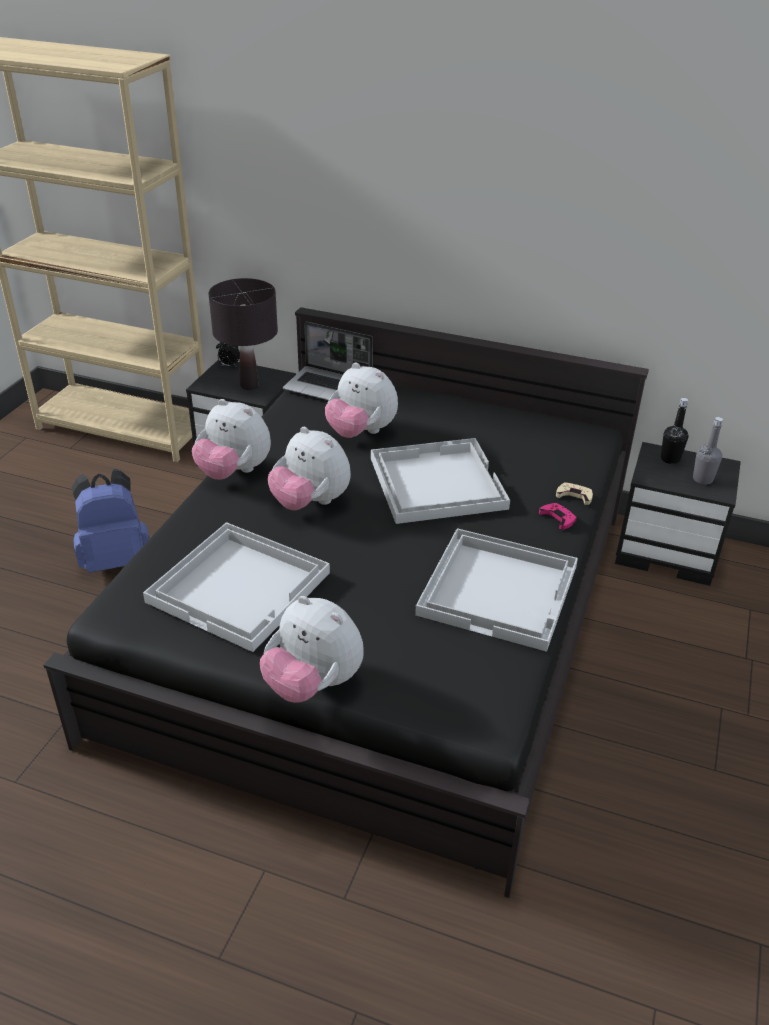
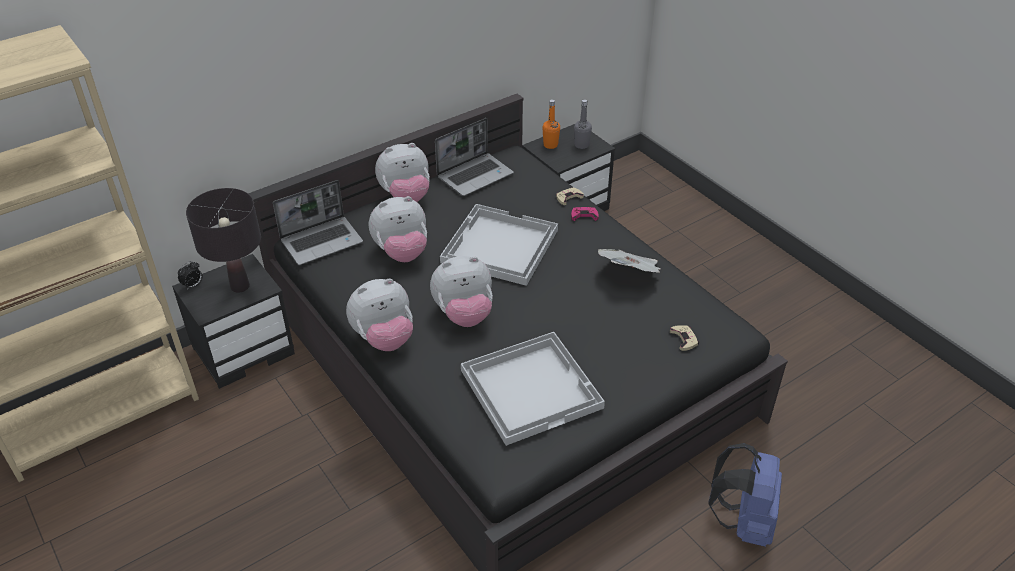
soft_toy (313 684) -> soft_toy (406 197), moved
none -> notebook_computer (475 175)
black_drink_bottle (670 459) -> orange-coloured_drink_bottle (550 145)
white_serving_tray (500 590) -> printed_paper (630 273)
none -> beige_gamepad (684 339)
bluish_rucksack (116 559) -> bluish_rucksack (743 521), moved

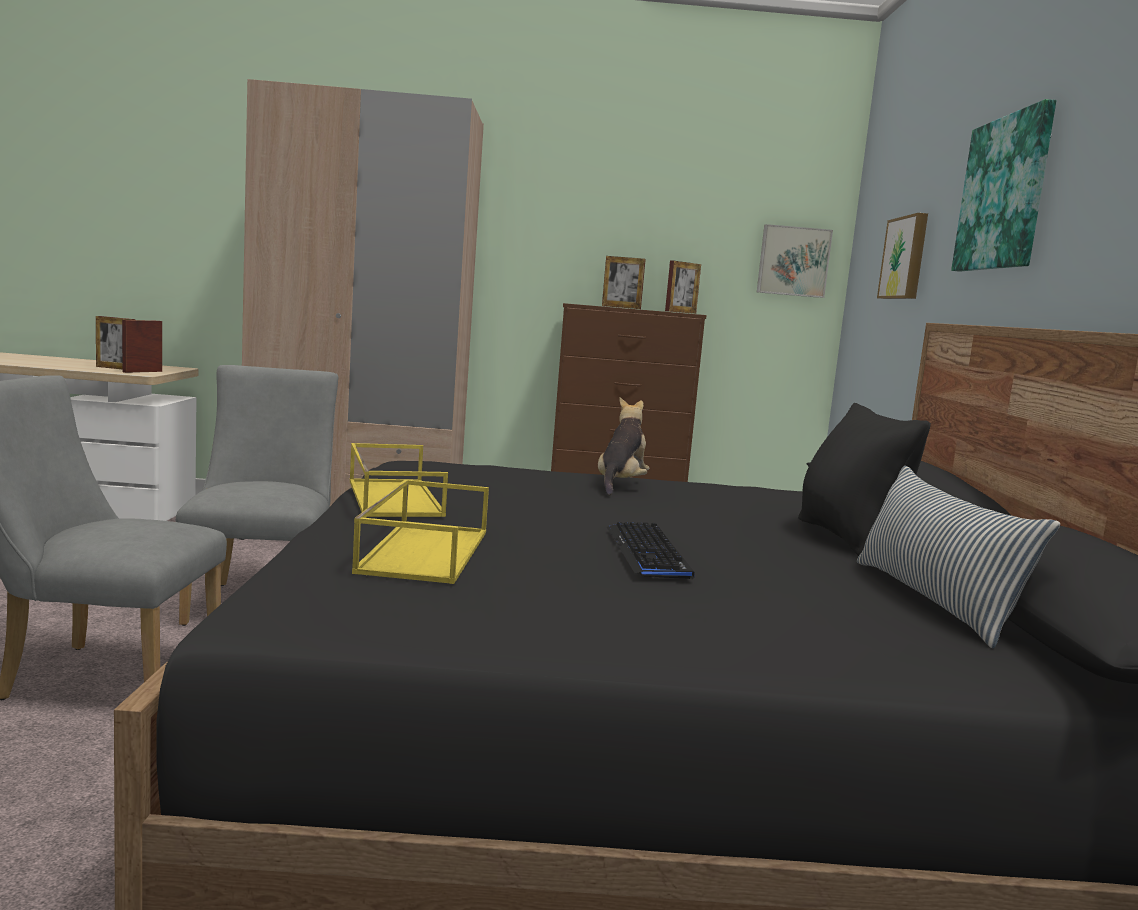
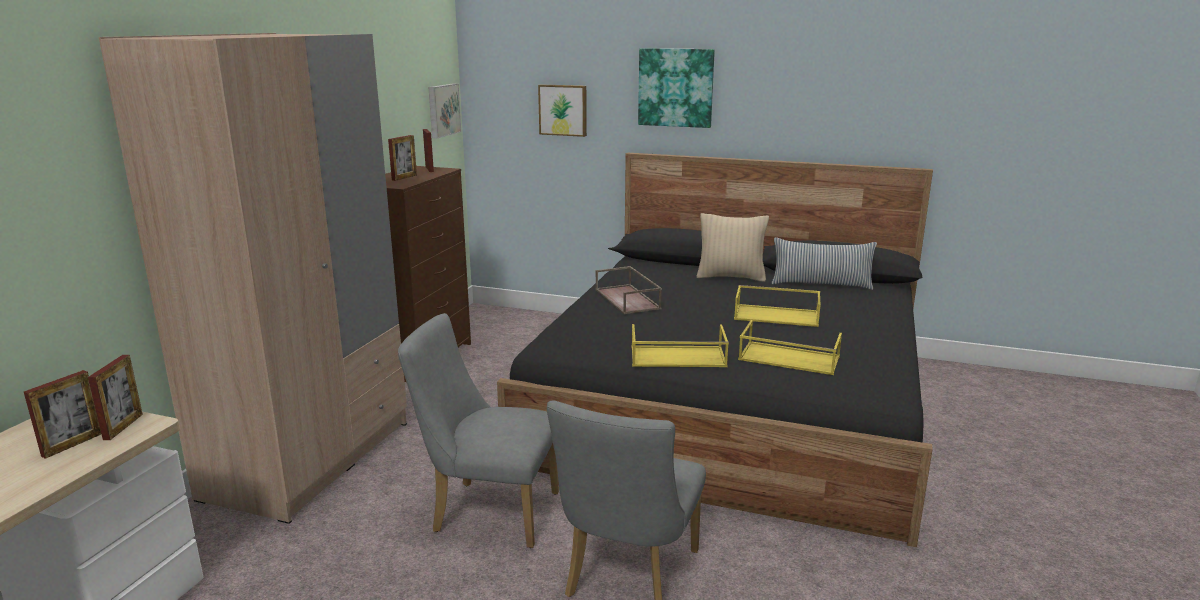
photo_frame (142 371) -> photo_frame (123 426), 135 degrees counterclockwise
soft_toy (620 484) -> brownish_serving_tray (628 299)
black_throw_pillow (847 539) -> beige_throw_pillow (731 277)
keyboard (647 552) -> yellow-coloured_serving_tray (777 315)

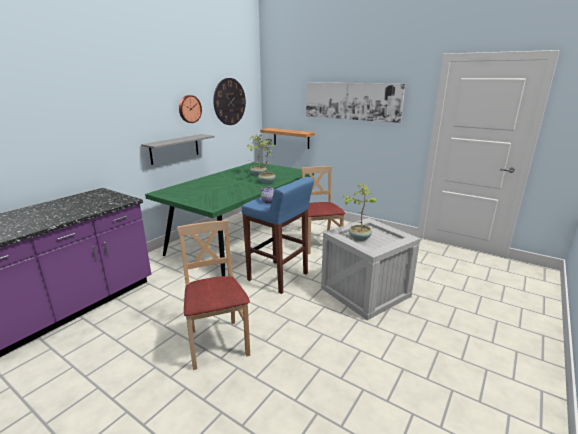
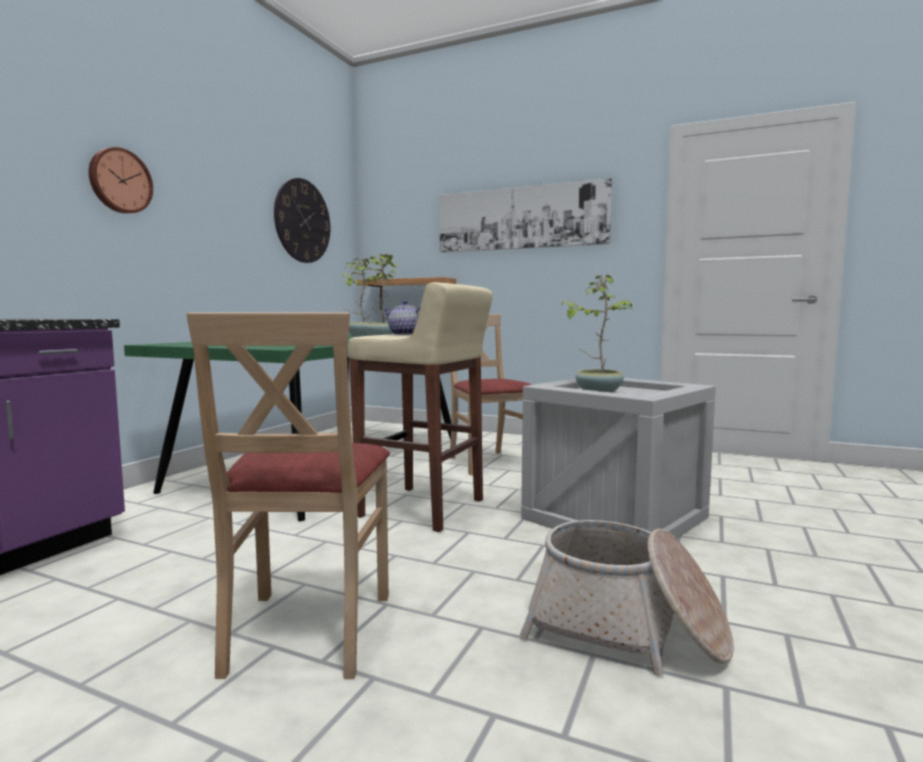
clock_on_the_wall (189 109) -> clock_on_the_wall (119 181), moved
beige_plain_chair (217 343) -> beige_plain_chair (307 631), 150 degrees counterclockwise
bluish_stool (278 277) -> beige_stool (424 509)
none -> basket (626 629)
gray_shelf (174 149) -> none

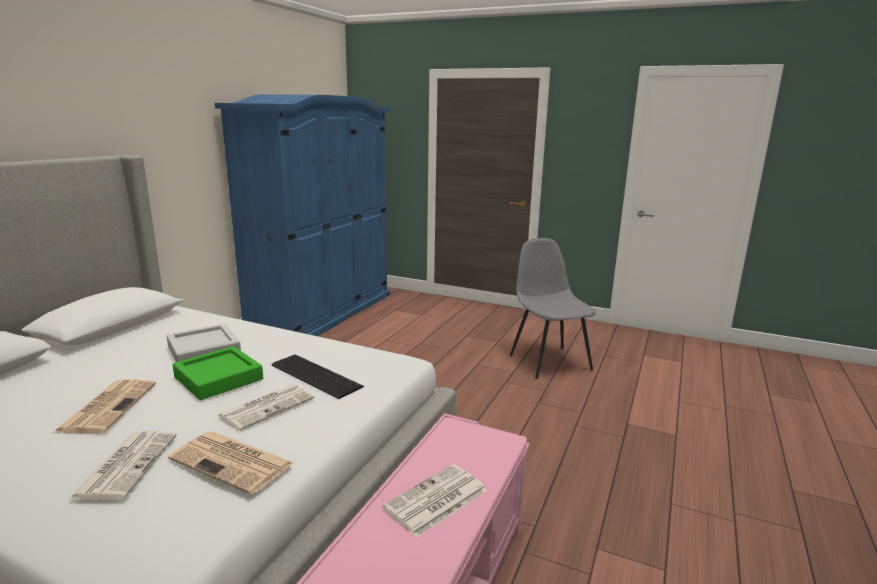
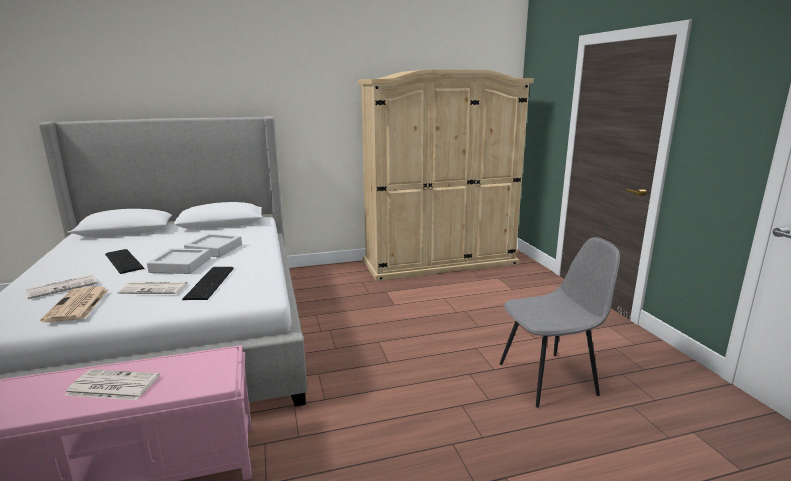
printed_paper (108 406) -> keyboard (125 260)
green_serving_tray (219 378) -> gray_serving_tray (180 265)
bluish_armoire (322 313) -> beige_armoire (439 262)
gray_plain_chair (549 361) -> gray_plain_chair (549 378), 45 degrees clockwise

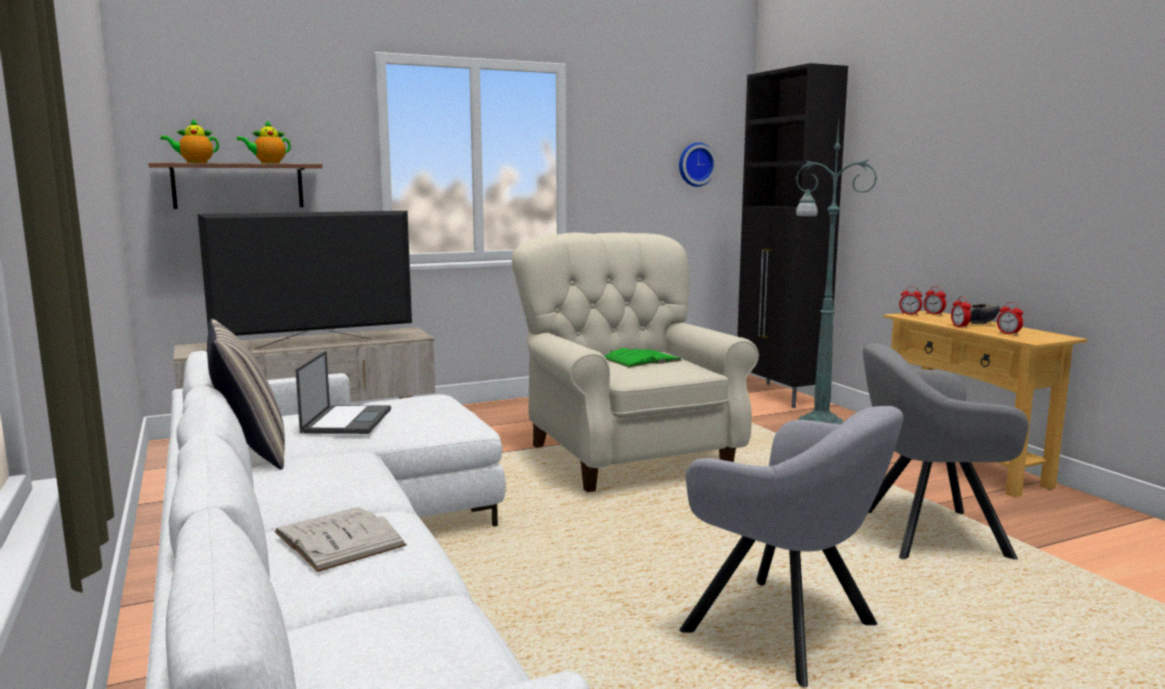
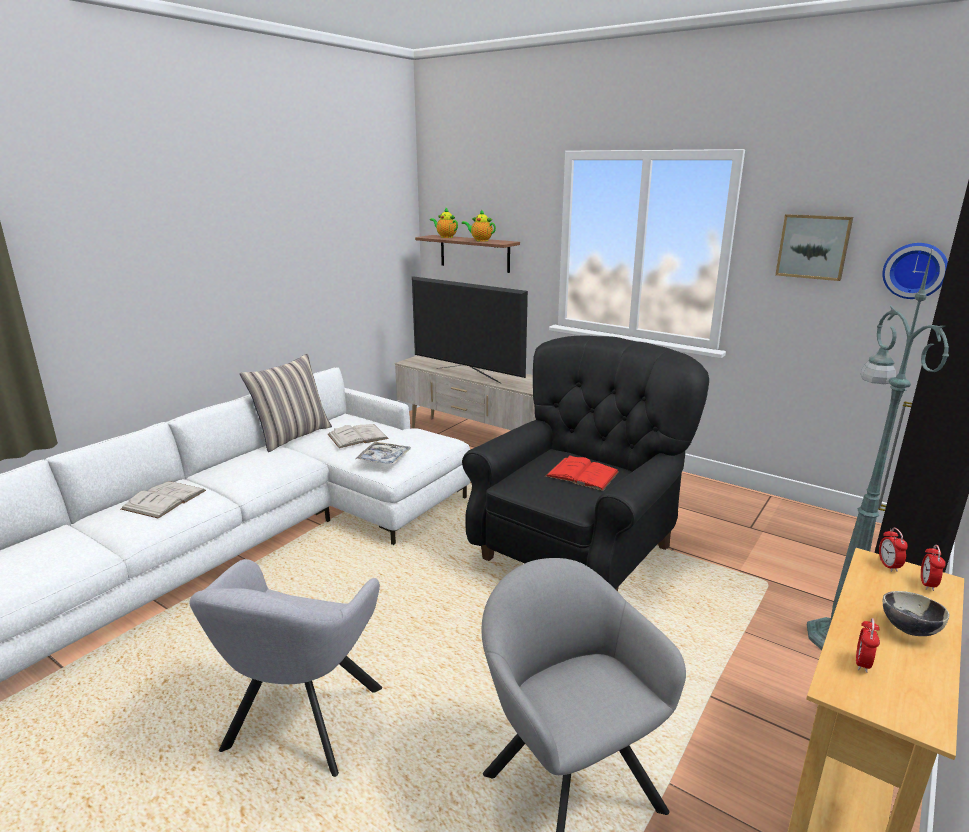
notebook_computer (347 420) -> white_bound_book (357 436)
none -> serving_tray (384 458)
beige_armchair (624 456) -> black_armchair (580 550)
green_bound_book (641 359) -> red-coloured_bound_book (582 474)
none -> wall_picture (813 246)
bedside_clock (959 327) -> none

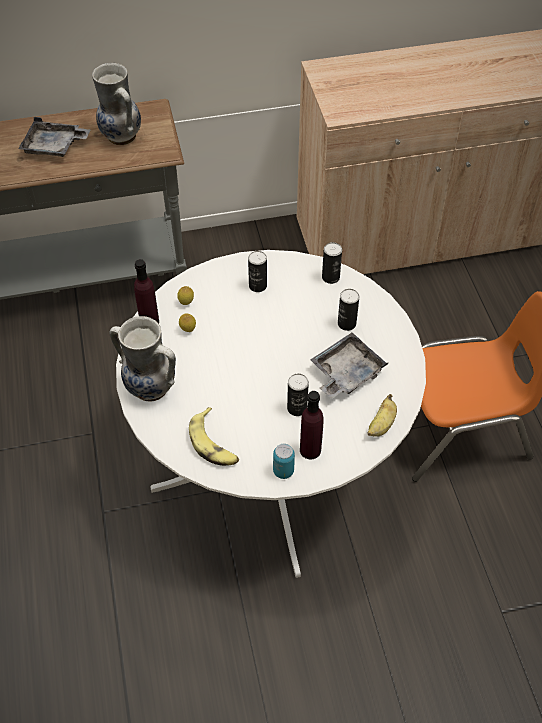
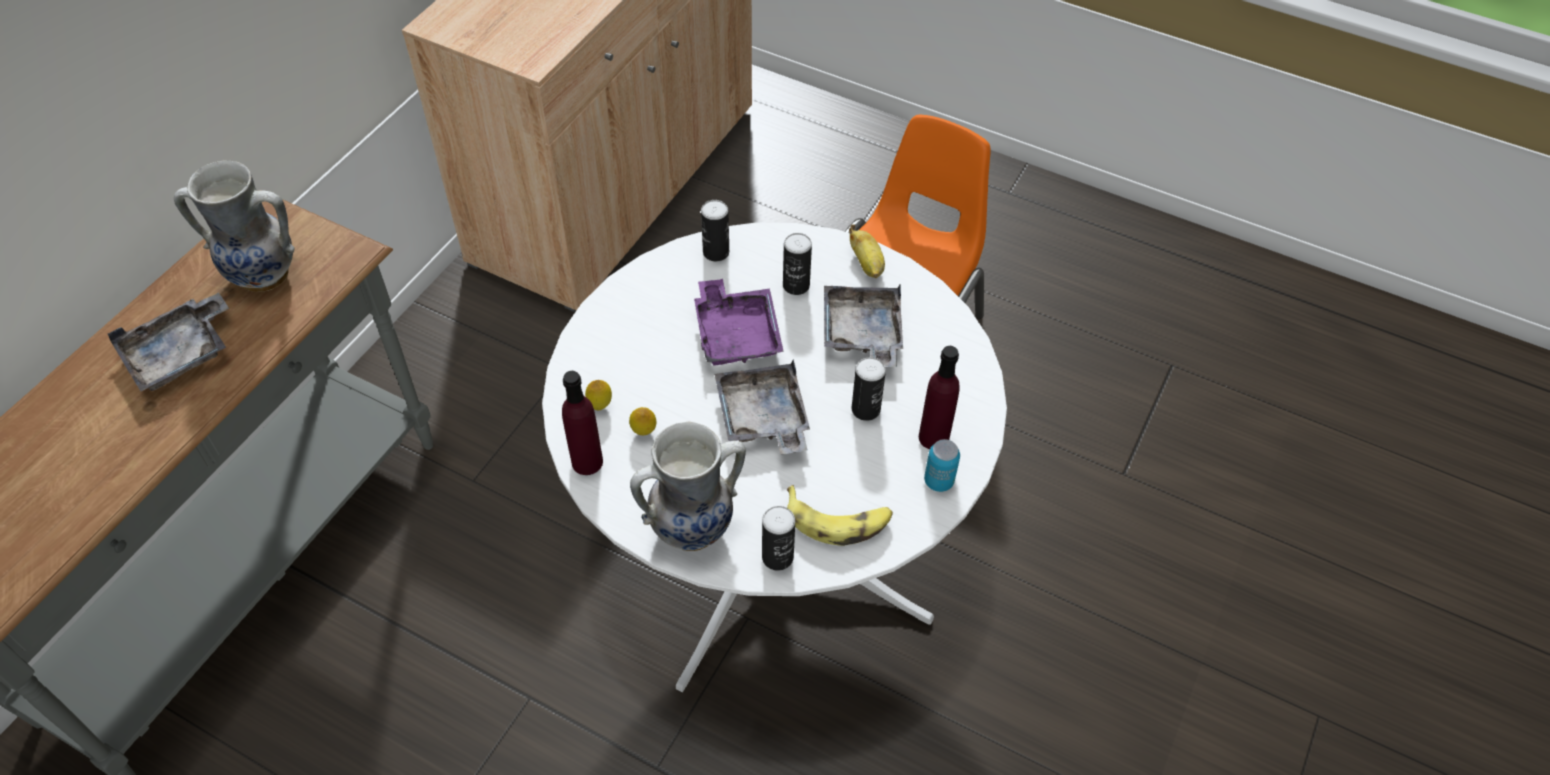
none -> purple-coloured_serving_tray (736 334)
none -> gray_serving_tray (763 418)
sealed_can (257 286) -> sealed_can (777 557), moved
banana_fruit (381 425) -> banana_fruit (867 264), moved

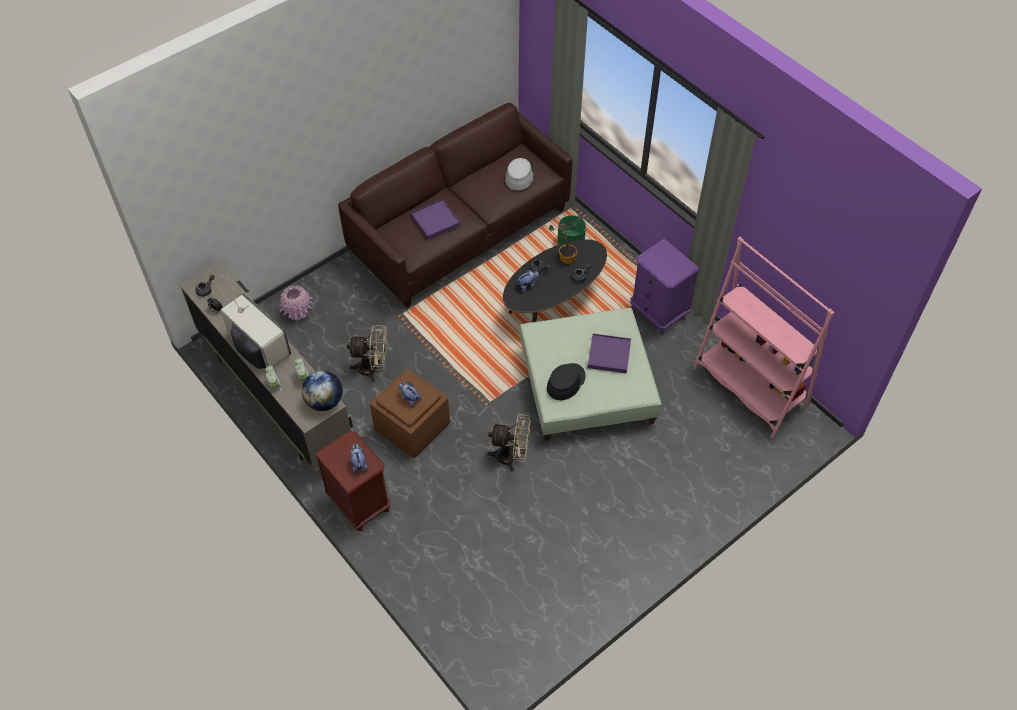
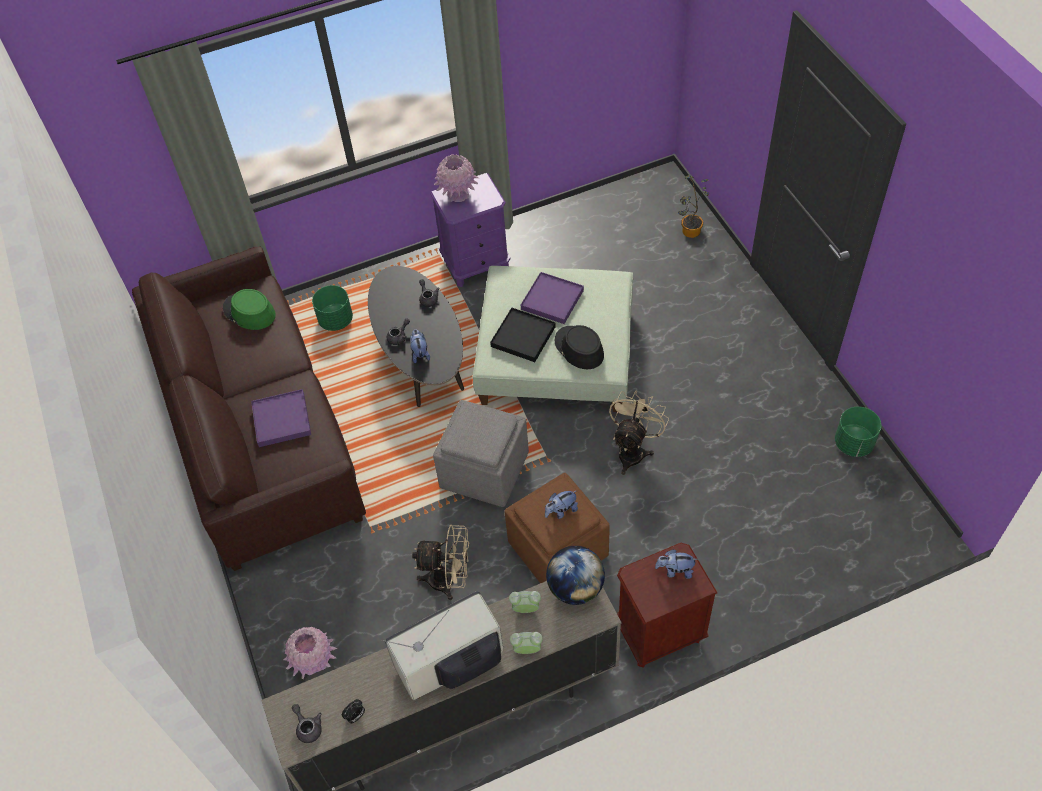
gray_hat (519 175) -> green_hat (249 312)
beige_cooling_fan (372 369) -> beige_cooling_fan (449 580), 75 degrees clockwise
none -> gray_ottoman (483 471)
none -> pinkish_decorative_vase (458 194)
none -> black_serving_tray (523 337)
houseplant (565 257) -> houseplant (689 232), moved
none -> green_flower_pot (854 443)
pinkish_bookshelf (750 387) -> none

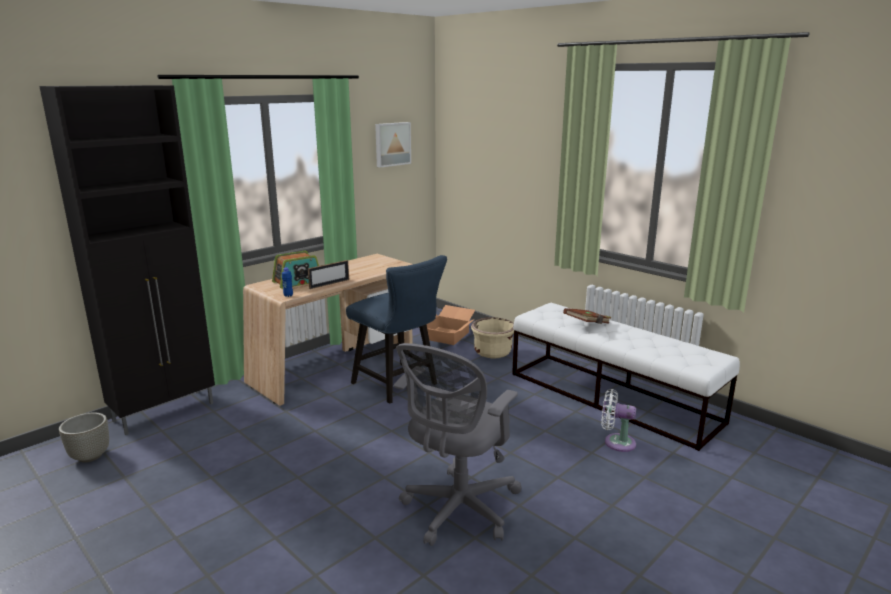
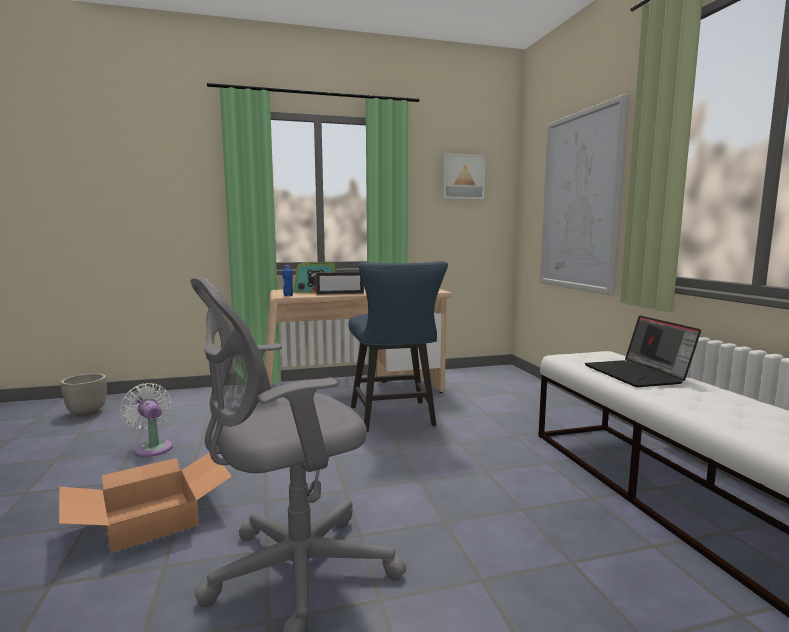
cardboard_box (445 335) -> cardboard_box (152 518), moved
white_cooling_fan (616 442) -> white_cooling_fan (152 447), moved
none -> wall_picture (580 202)
brownish_bound_book (587 325) -> notebook_computer (638 374)
black_cabinet (166 411) -> none
beige_flower_pot (492 352) -> none

